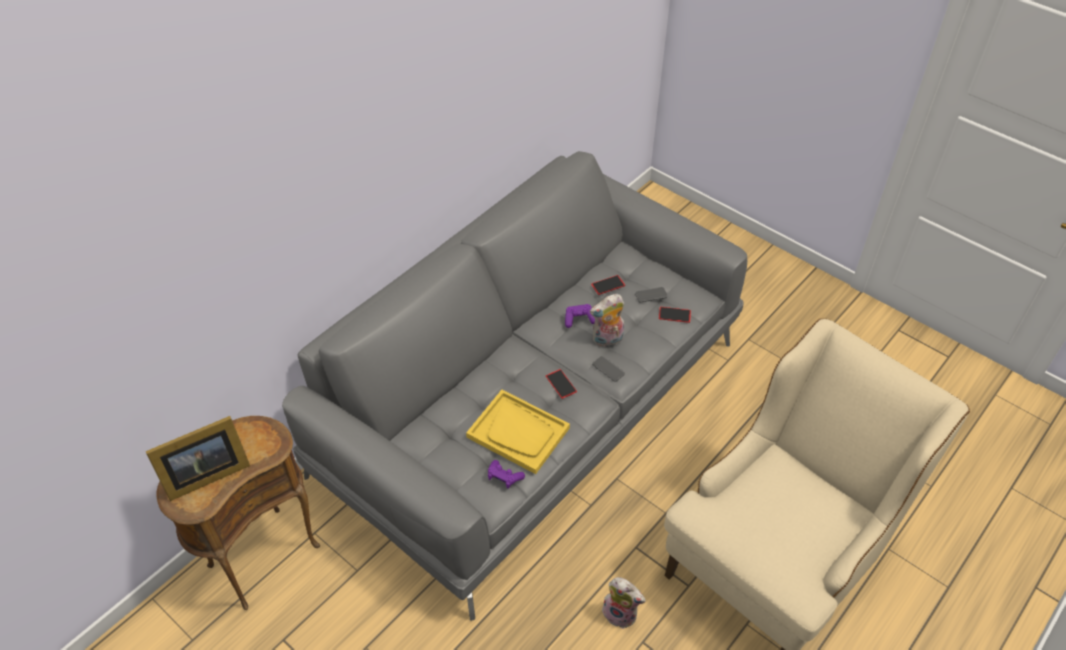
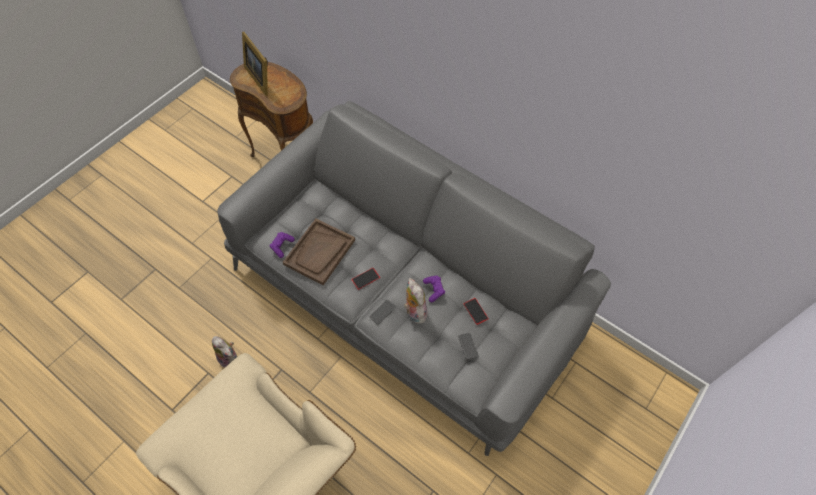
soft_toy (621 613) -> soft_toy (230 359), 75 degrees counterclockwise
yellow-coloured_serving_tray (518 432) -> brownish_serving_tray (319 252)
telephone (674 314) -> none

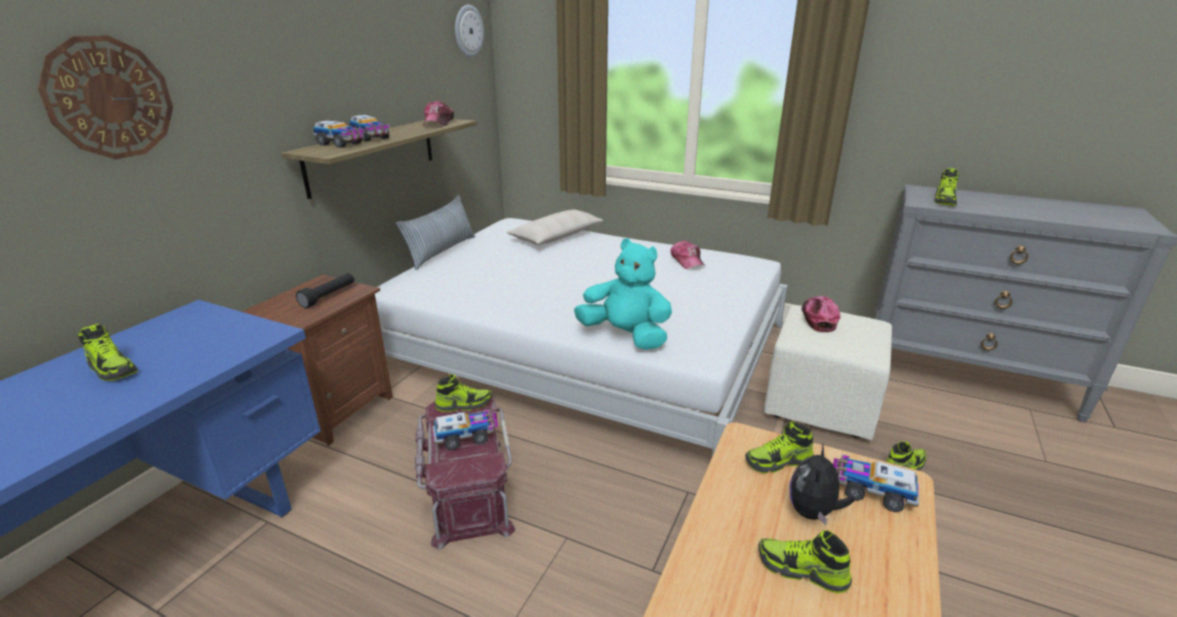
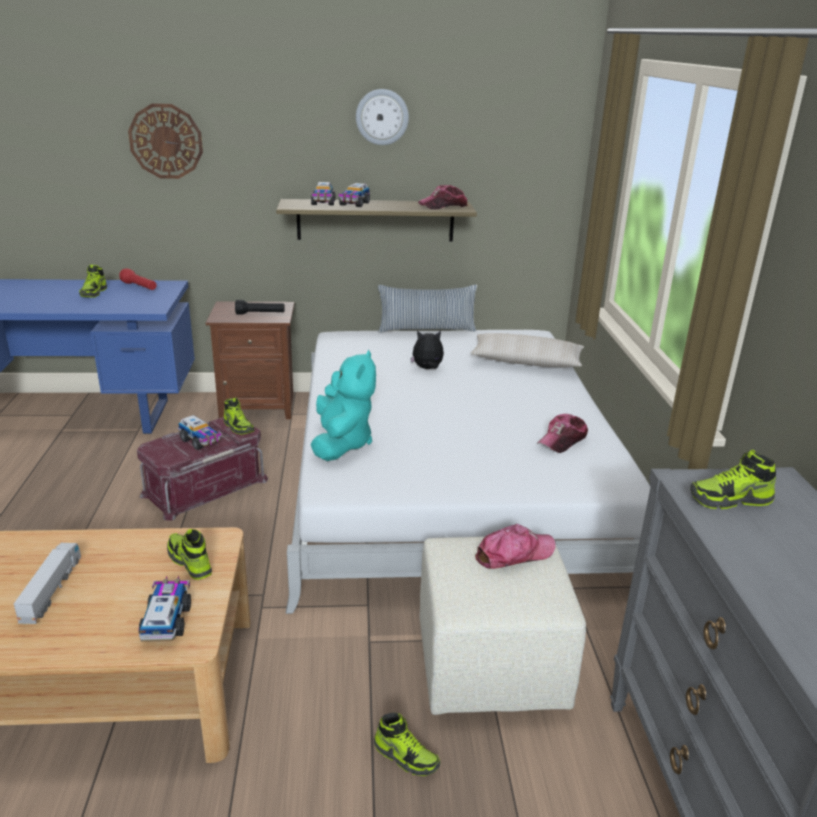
low_shoe (801 571) -> toy_lorry (52 590)
none -> red-coloured_torch (139 287)
clock_on_the_wall (468 31) -> clock_on_the_wall (382 117), moved
soft_toy (813 512) -> soft_toy (427 369), moved

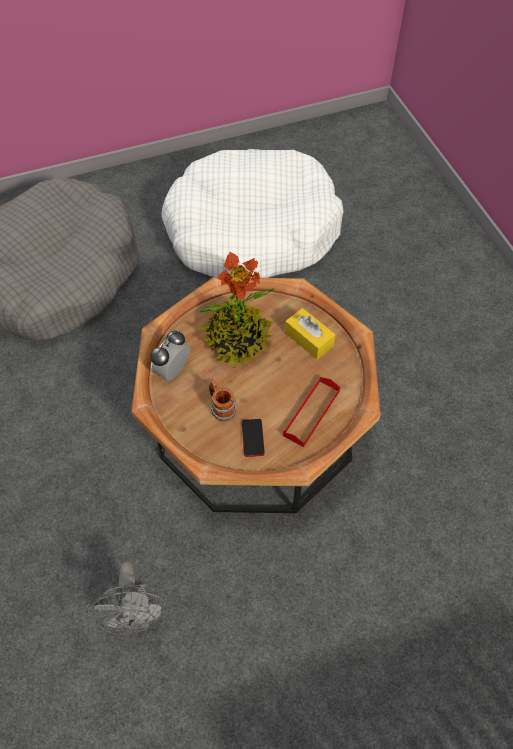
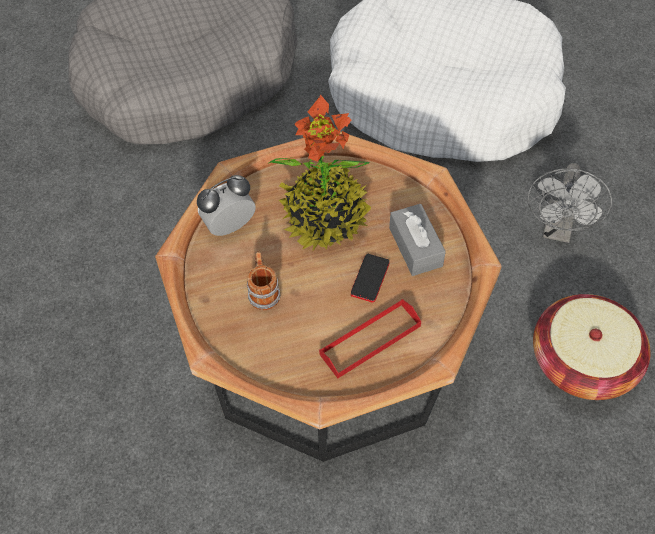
telephone (253 438) -> telephone (370 278), moved
yellow-coloured_tissue_box (309 339) -> gray_tissue_box (415 247)
gray_cooling_fan (136 615) -> gray_cooling_fan (558 230), moved
none -> basket (583 361)

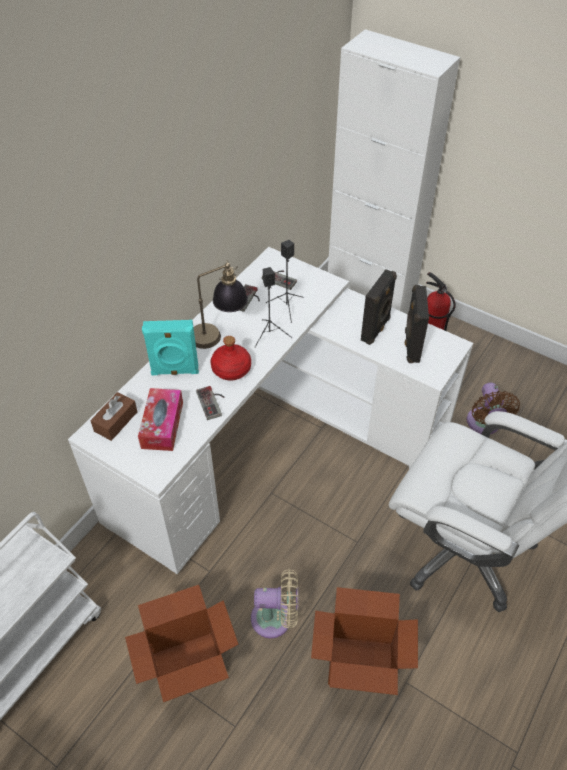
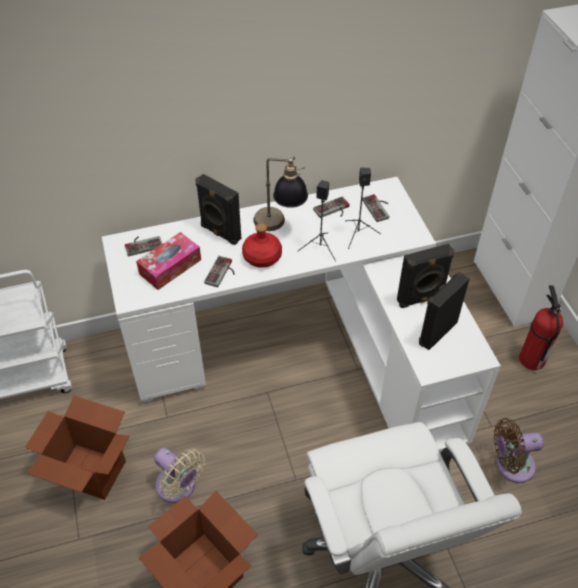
brownish_tissue_box (116 421) -> gamepad (143 244)
turquoise-coloured_audio_speaker (175 371) -> black_audio_speaker (220 233)
brownish_cooling_fan (484 424) -> brownish_cooling_fan (510 465), 45 degrees clockwise

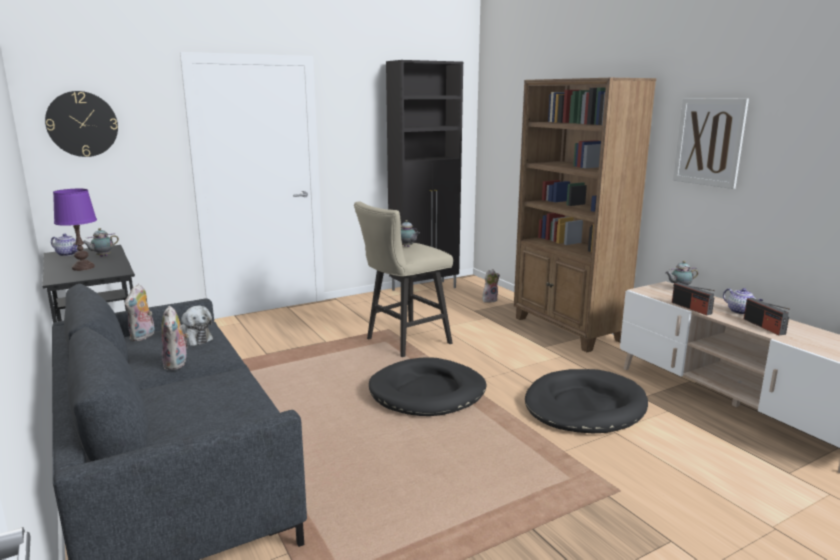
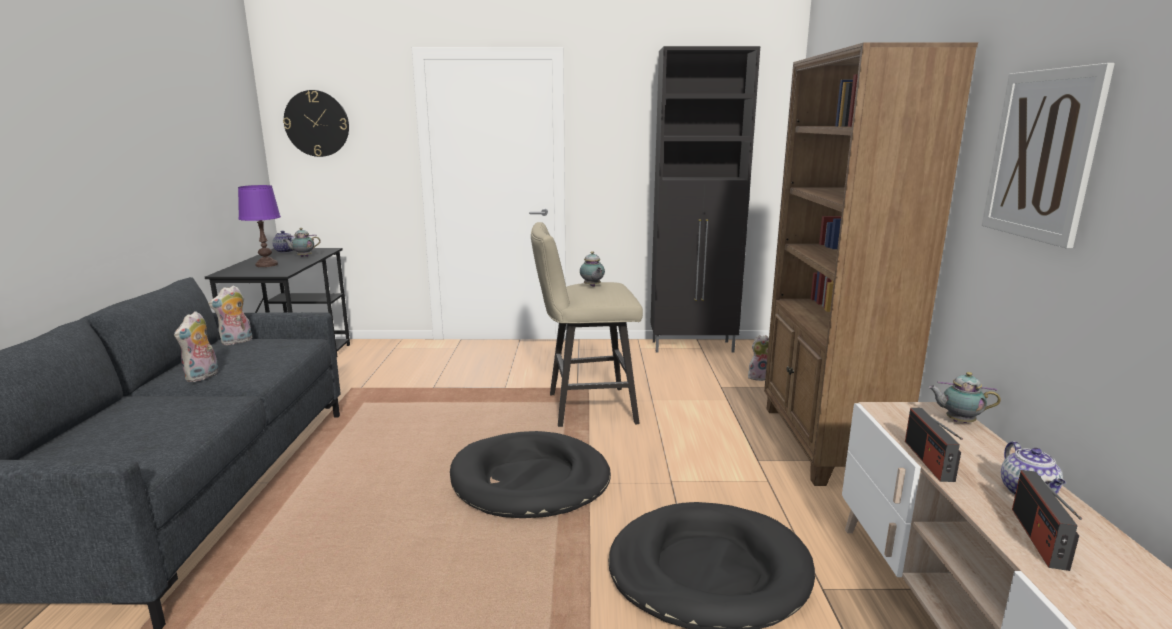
soft_toy (192 338) -> none

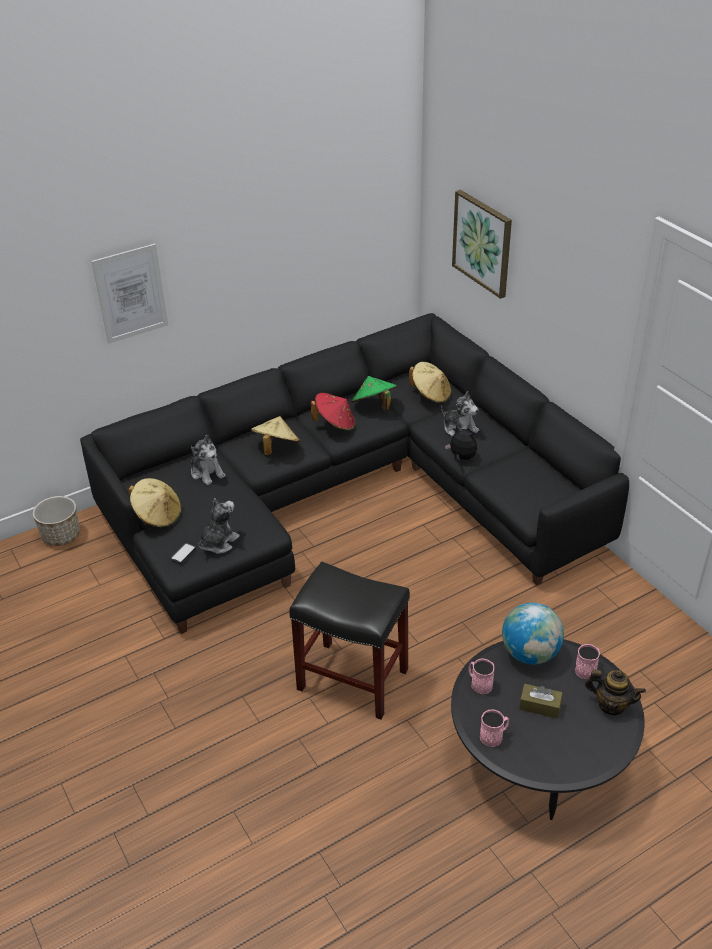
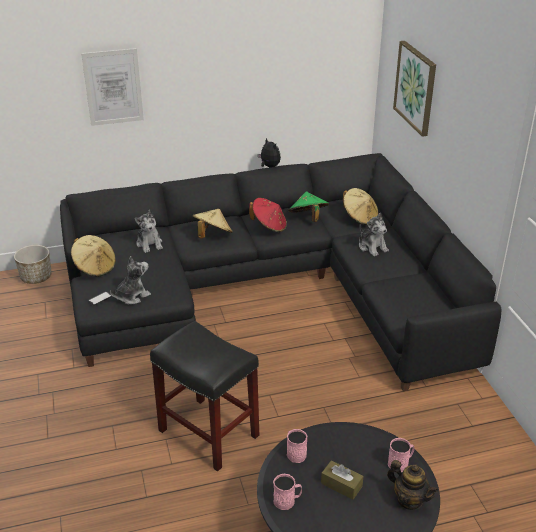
soft_toy (461 458) -> soft_toy (269 166), moved
world_globe (530 653) -> none

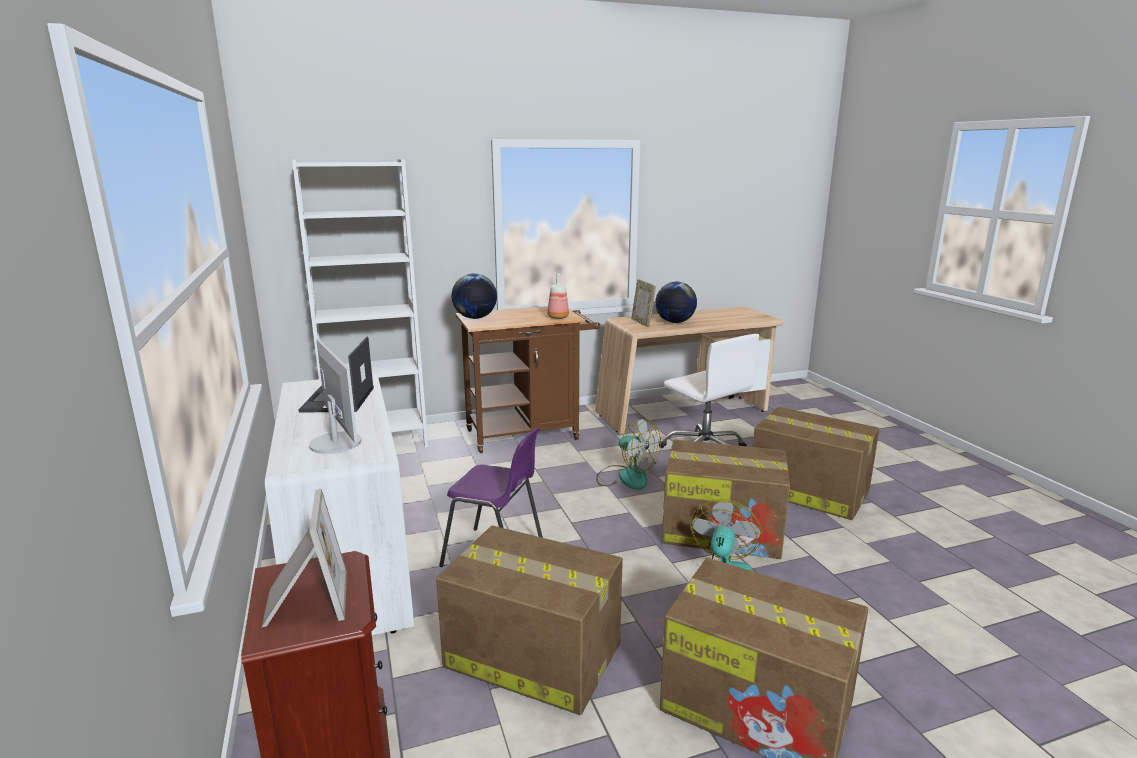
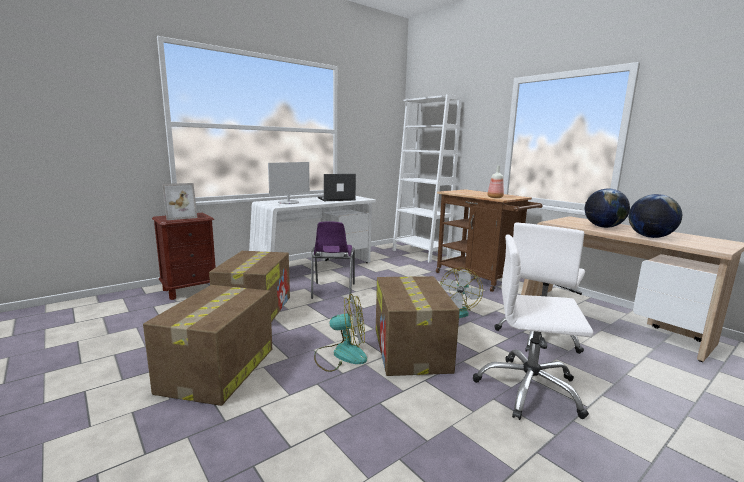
cardboard_box (807 491) -> white_computer_chair (528 389)
world_globe (475 318) -> world_globe (650 237), moved
photo_frame (642 323) -> none

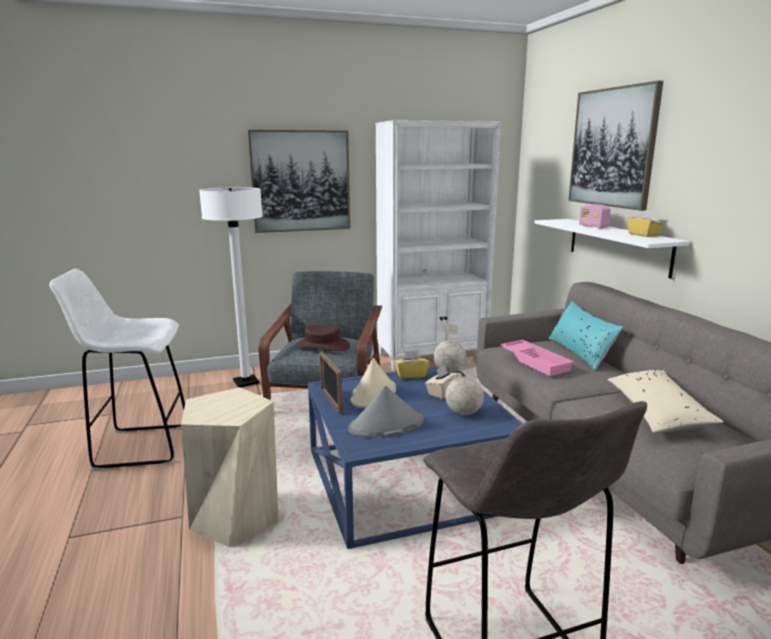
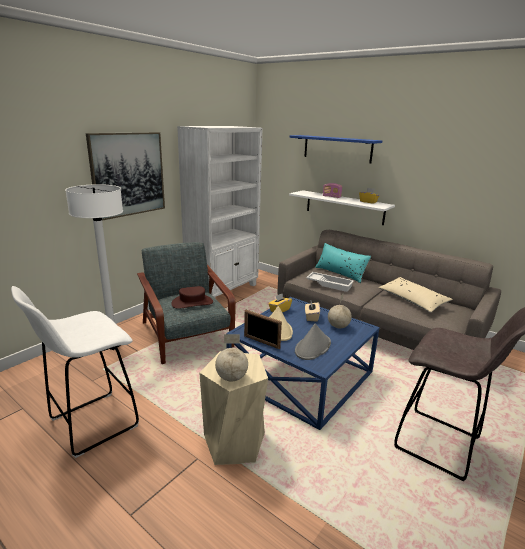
world_globe (449 371) -> world_globe (231 377), moved
wall_picture (612 148) -> bluish_shelf (337 148)
pinkish_serving_tray (536 361) -> white_serving_tray (330 284)

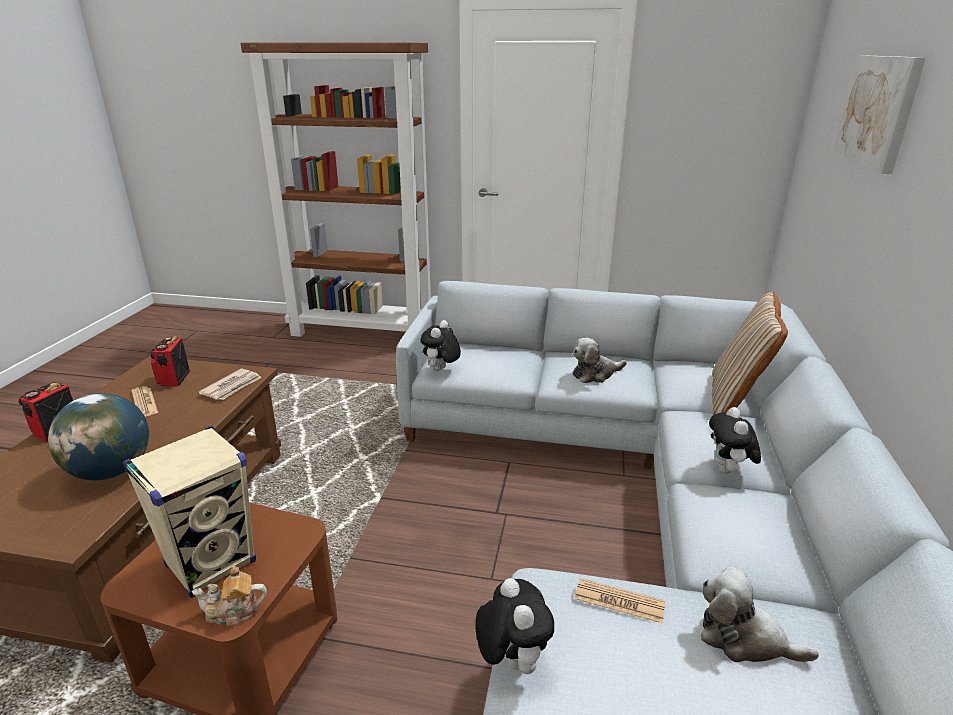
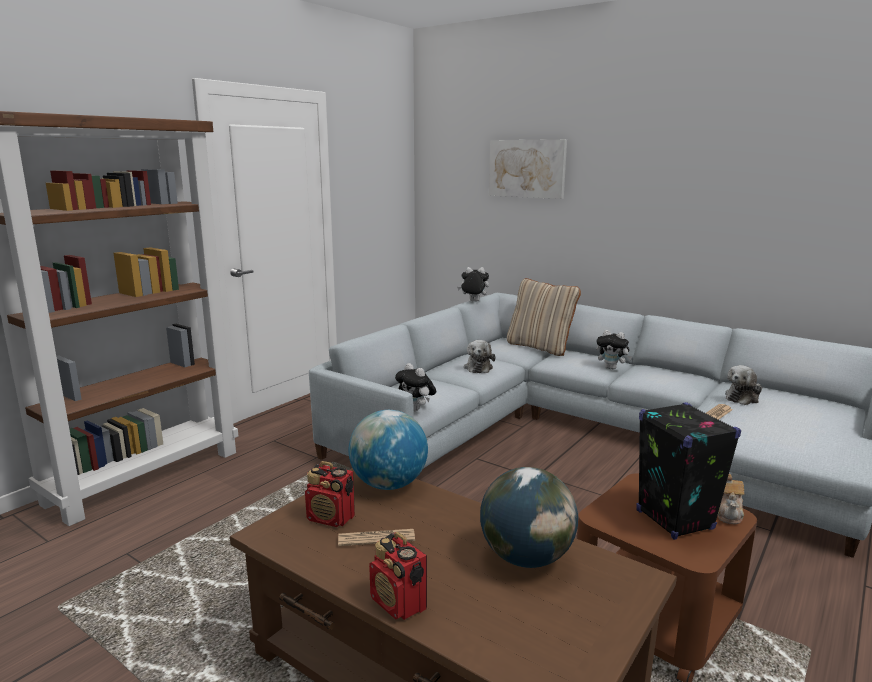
printed_paper (232 387) -> world_globe (389 484)
soft_toy (511 659) -> soft_toy (473 301), moved
beige_audio_speaker (211 564) -> black_audio_speaker (674 520)

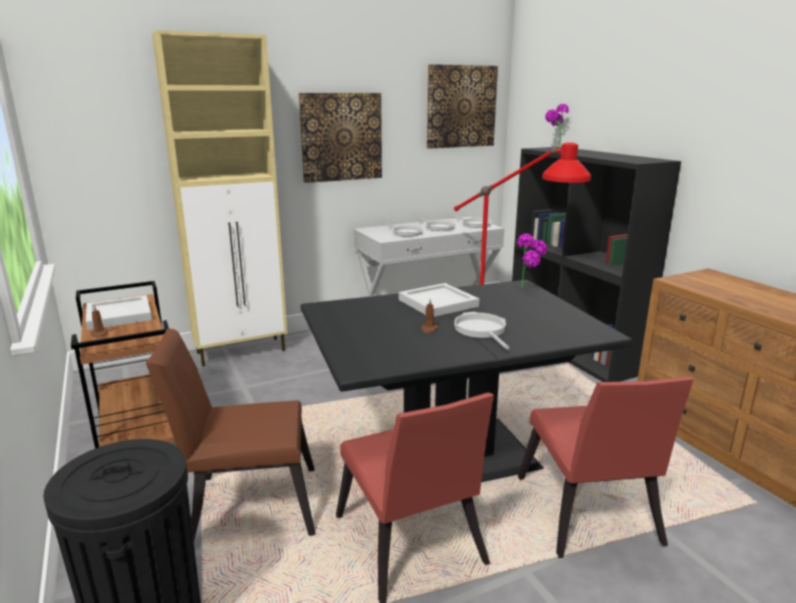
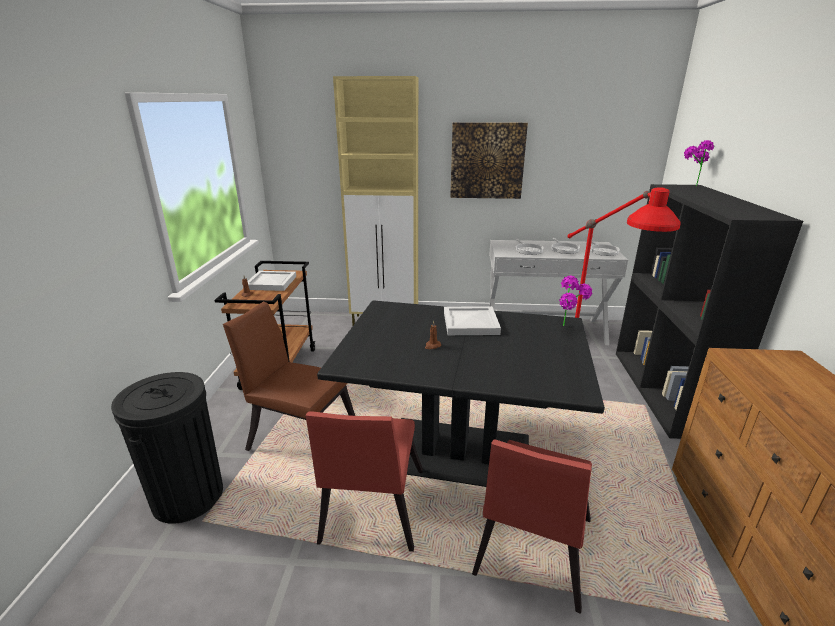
wall_picture (461 106) -> none
skillet (481 330) -> none

